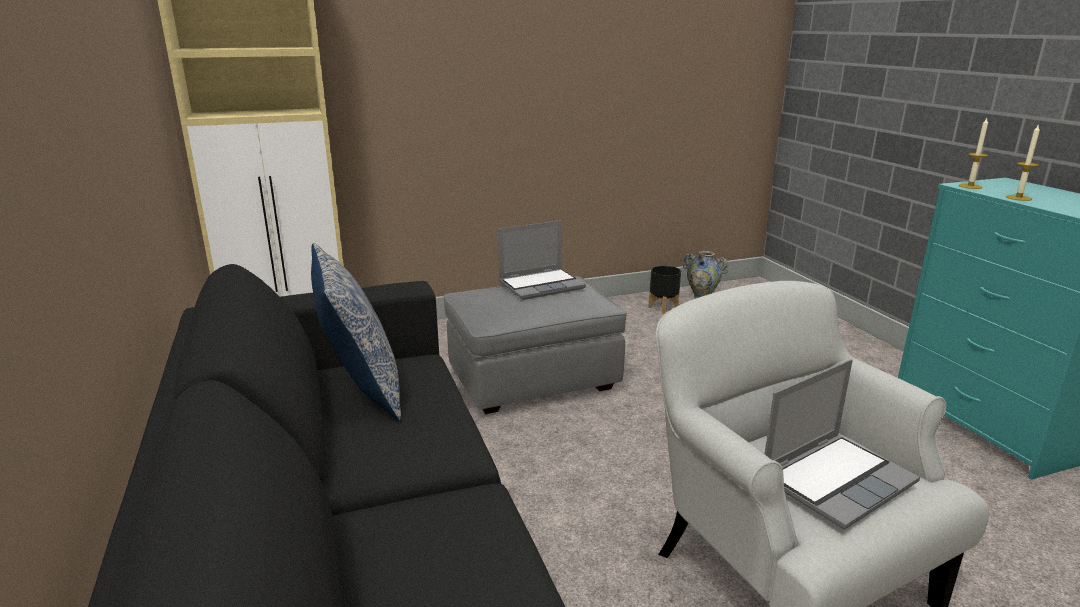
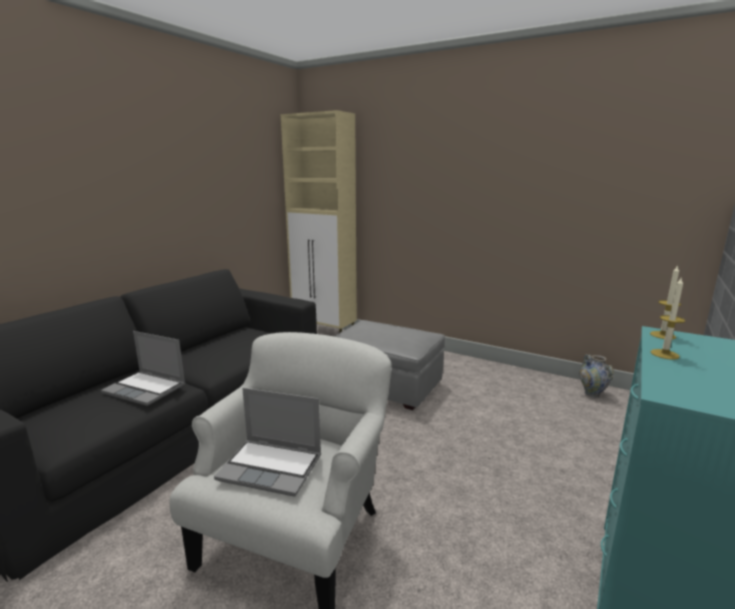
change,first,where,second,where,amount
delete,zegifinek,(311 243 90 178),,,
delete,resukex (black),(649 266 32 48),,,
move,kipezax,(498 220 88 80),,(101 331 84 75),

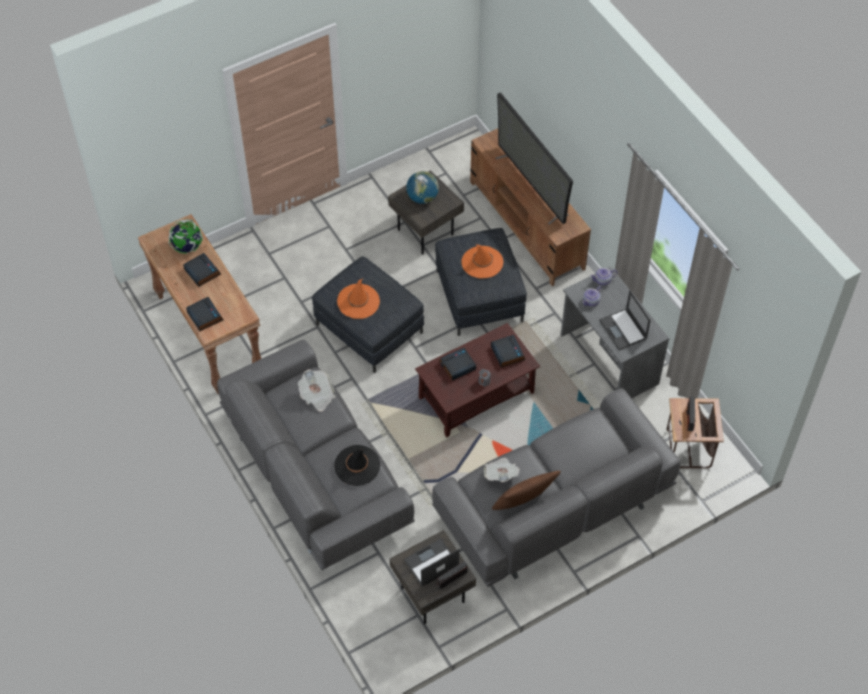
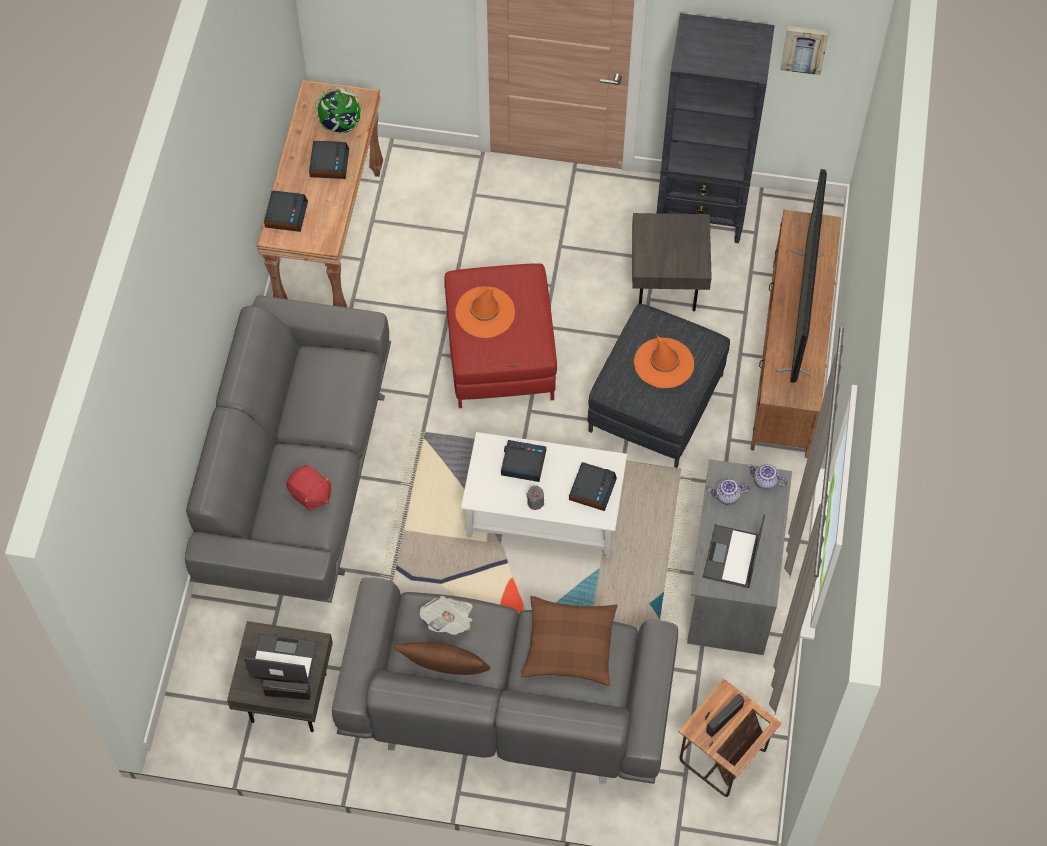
change,first,where,second,where,amount
delete,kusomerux,(298 369 38 43),,,
delete,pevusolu,(406 171 33 33),,,
insert,,,zegifinek (brown),(521 596 96 90),
insert,,,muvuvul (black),(657 13 118 230),
insert,,,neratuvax,(780 26 49 49),
replace,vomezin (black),(334 445 46 41),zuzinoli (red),(286 465 45 46),
recolor,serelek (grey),(312 256 112 117),serelek (red),(444 263 113 145),
recolor,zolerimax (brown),(415 323 125 114),zolerimax (white),(461 432 166 126),

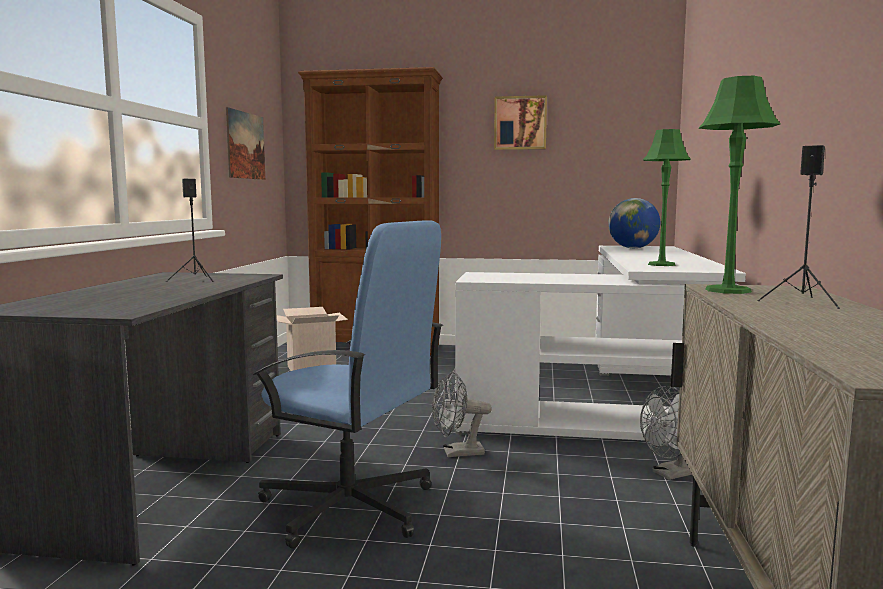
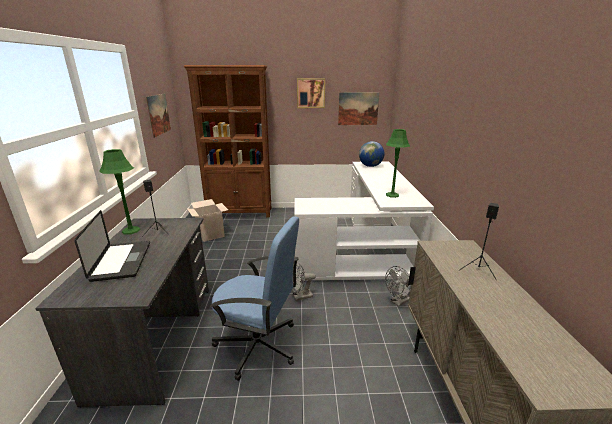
change,first,where,second,where,amount
insert,,,kipezax,(74 210 76 72),
insert,,,neratuvax,(338 92 42 33),
move,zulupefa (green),(698 76 83 218),,(99 149 42 86),

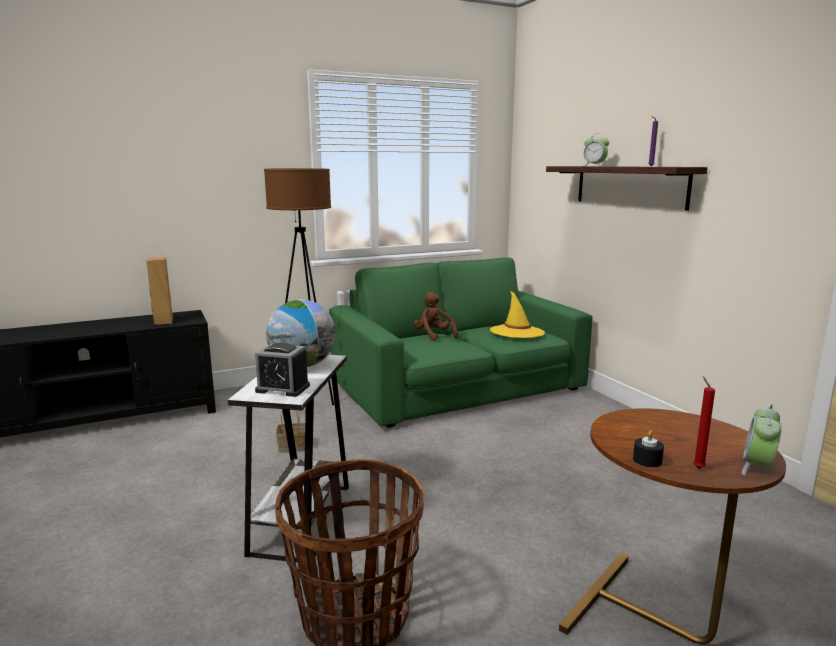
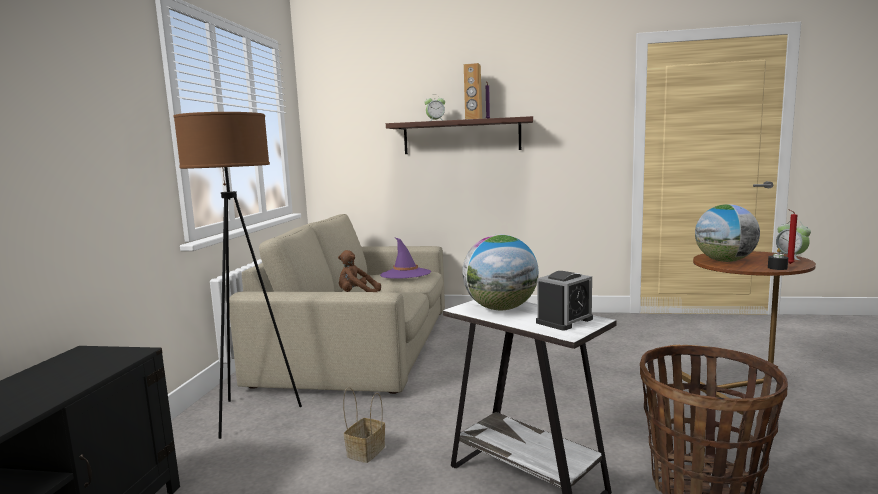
change,first,where,second,where,amount
insert,,,pevusolu,(695 204 65 58),
move,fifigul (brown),(147 257 26 68),,(464 63 18 56),
recolor,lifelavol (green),(329 257 263 170),lifelavol (beige),(229 214 216 180),
recolor,vomezin (yellow),(490 291 55 47),vomezin (purple),(380 238 51 41),

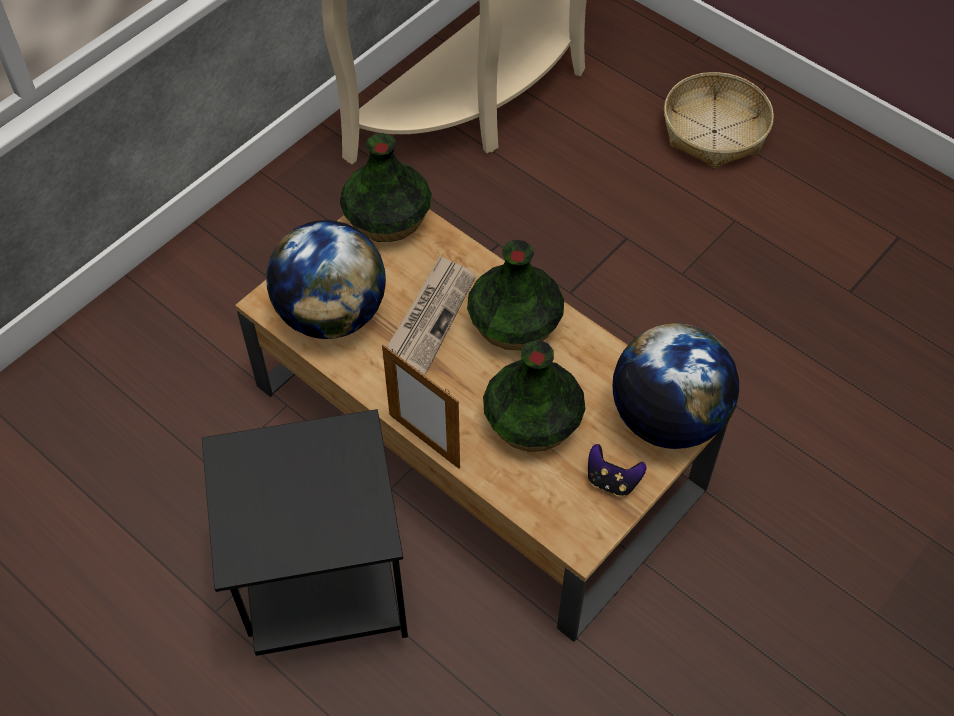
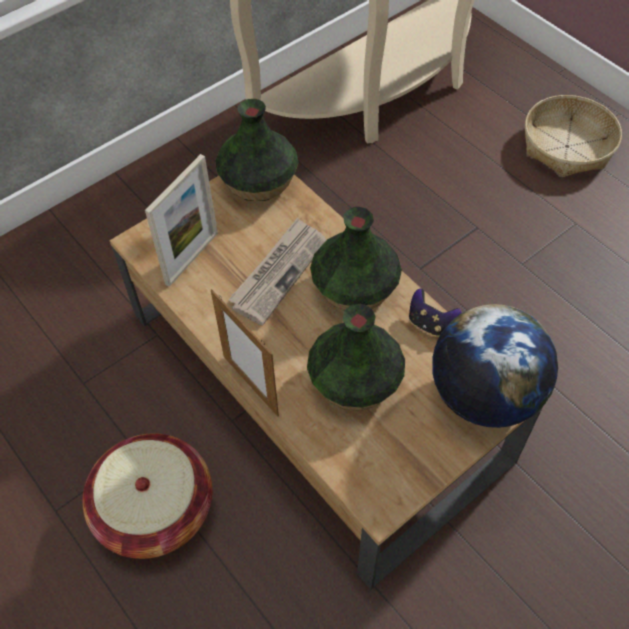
change,first,where,second,where,amount
move,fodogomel,(588 444 58 53),,(409 288 53 49),
replace,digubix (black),(202 409 206 247),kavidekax,(82 433 130 126),
replace,pevusolu,(267 220 119 119),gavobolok,(145 154 73 133),

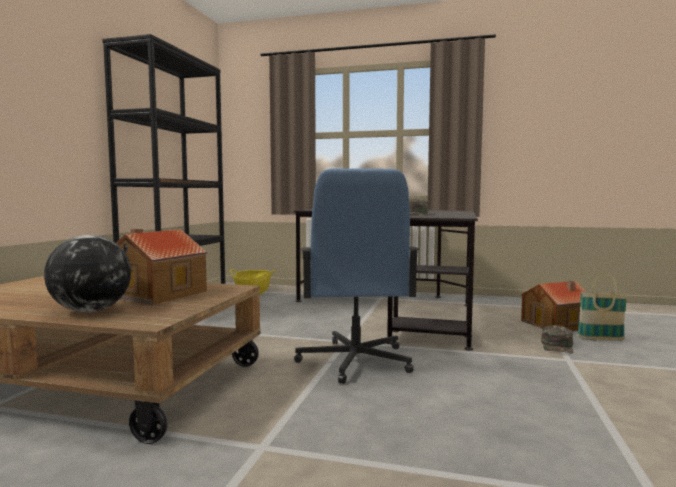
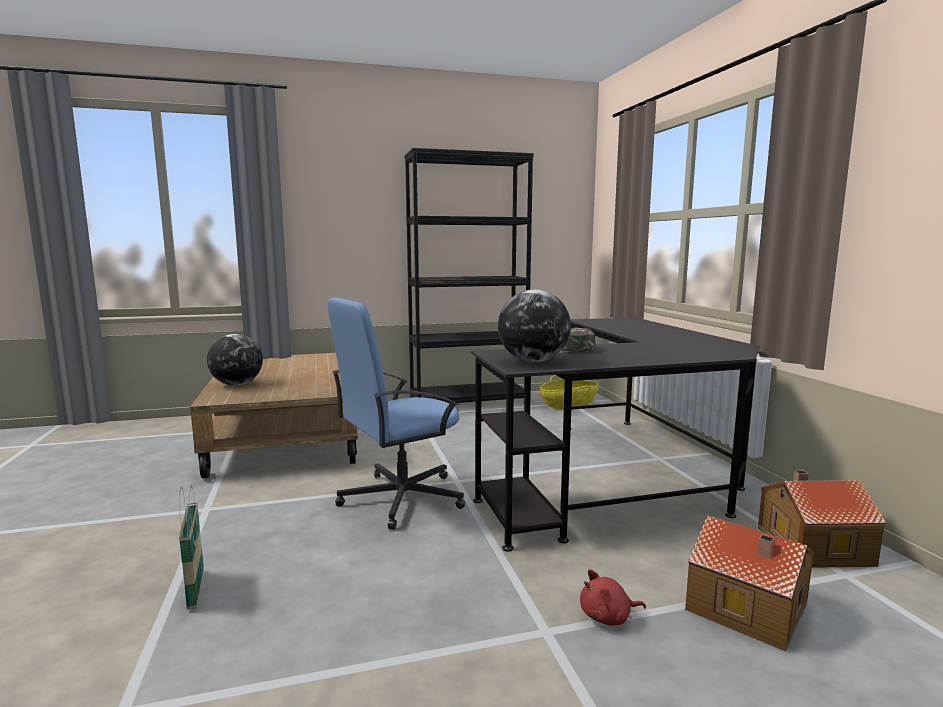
change,first,where,second,where,amount
insert,,,pevusolu,(498 290 73 72),
move,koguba,(116 229 91 76),,(758 471 128 97),
move,kavidekax,(577 274 51 67),,(179 485 25 125),
replace,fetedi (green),(541 325 32 28),zuzinoli (red),(580 569 66 57),

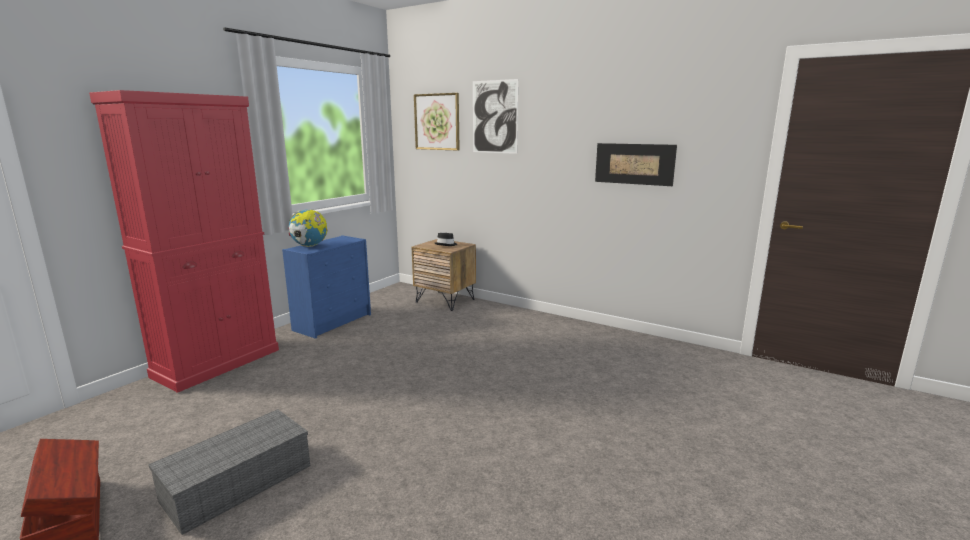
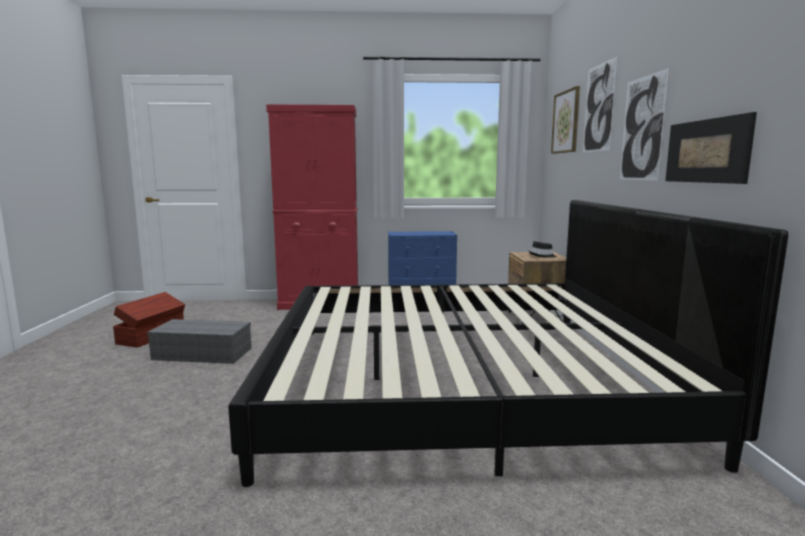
change,first,where,second,where,amount
delete,pevusolu,(288 210 39 37),,,
insert,,,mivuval,(228 200 560 287),
insert,,,neratuvax,(620 68 50 113),

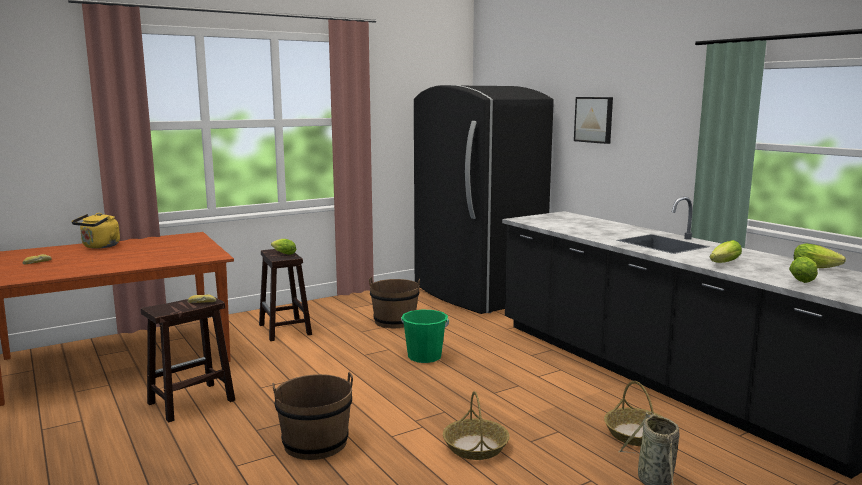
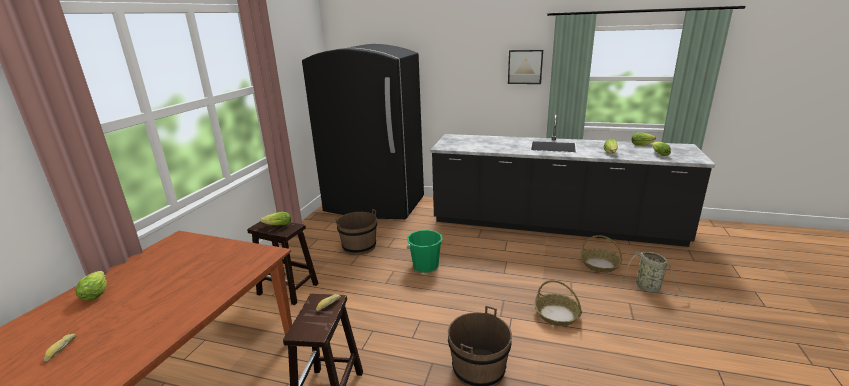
change,first,where,second,where,amount
move,neratuvax,(574 97 39 47),,(508 50 35 34),
replace,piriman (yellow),(71 213 49 36),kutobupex,(75 271 32 30),

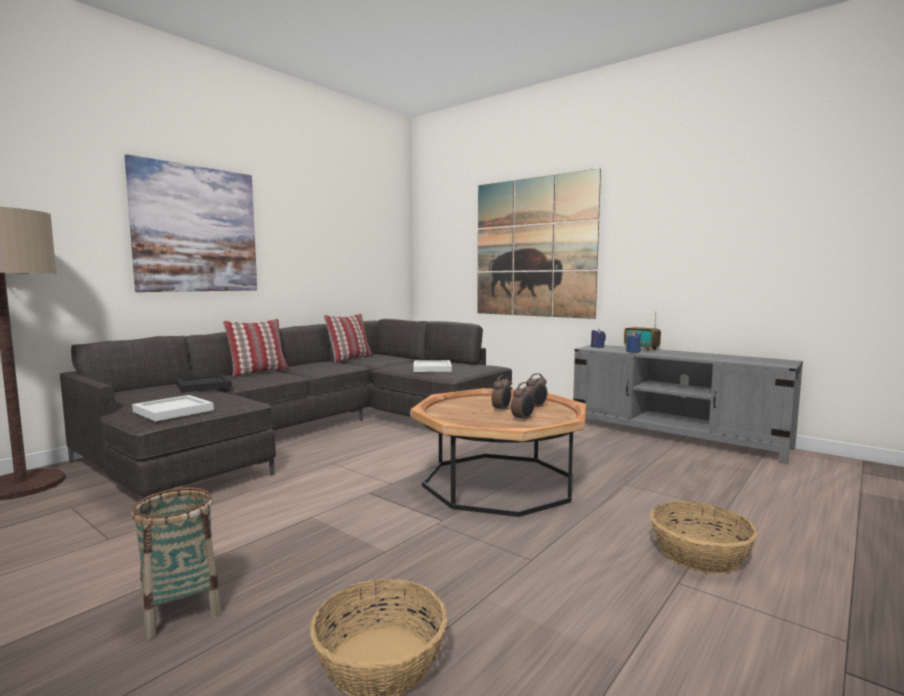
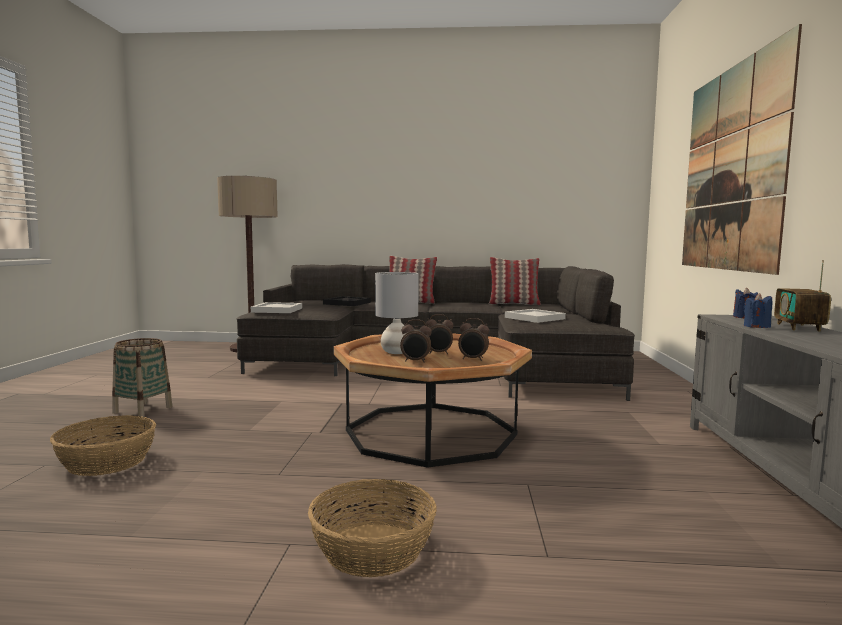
change,first,where,second,where,amount
delete,neratuvax,(124 154 133 138),,,
insert,,,zulupefa (grey),(375 272 44 82),

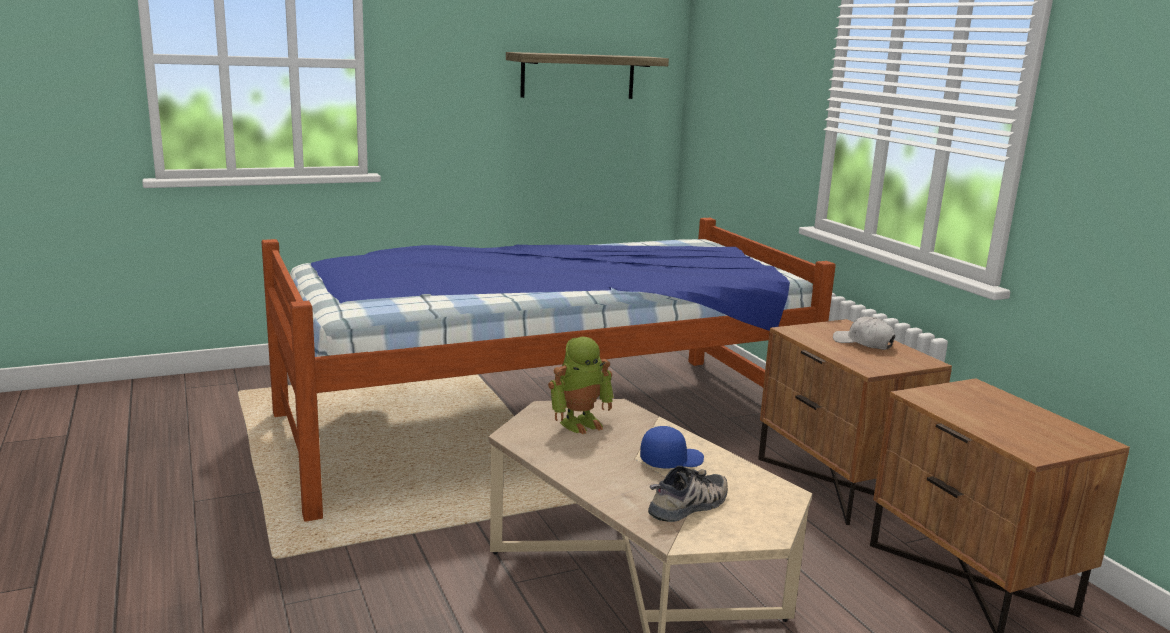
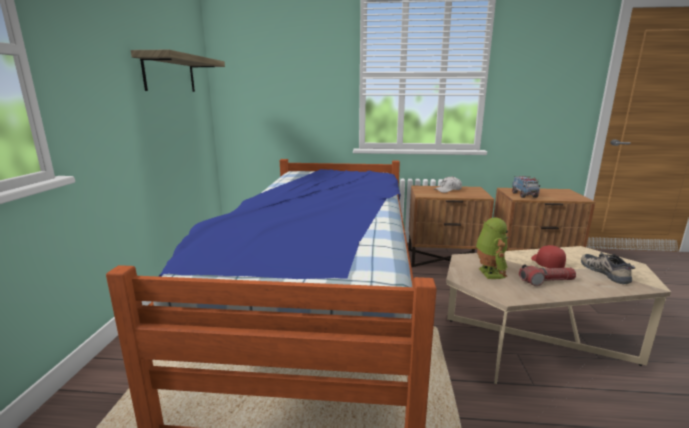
change,first,where,second,where,amount
insert,,,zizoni,(512 176 28 22),
insert,,,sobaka,(519 264 57 22),
recolor,fetedi (blue),(640 426 64 43),fetedi (red),(531 245 35 23),

